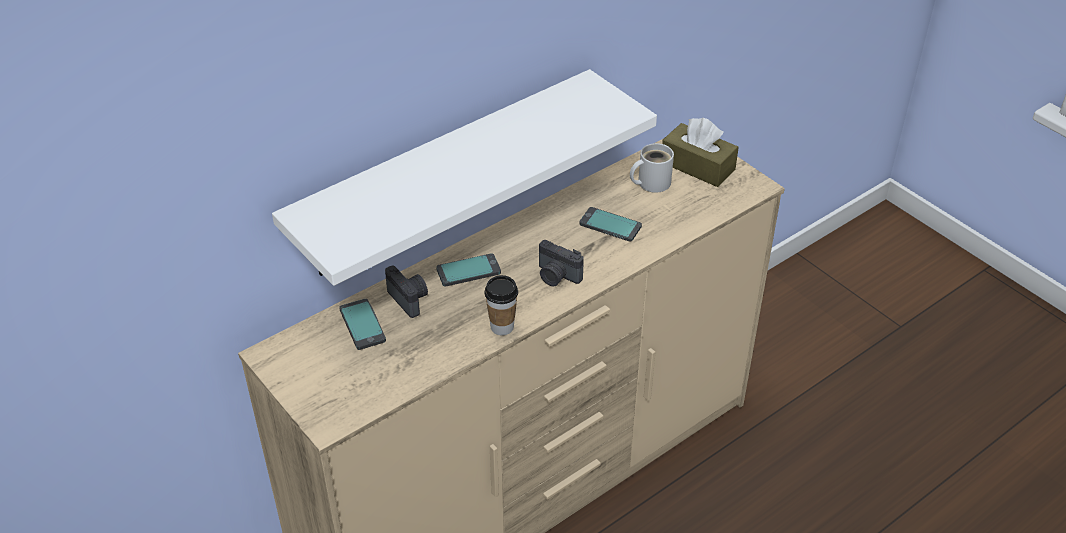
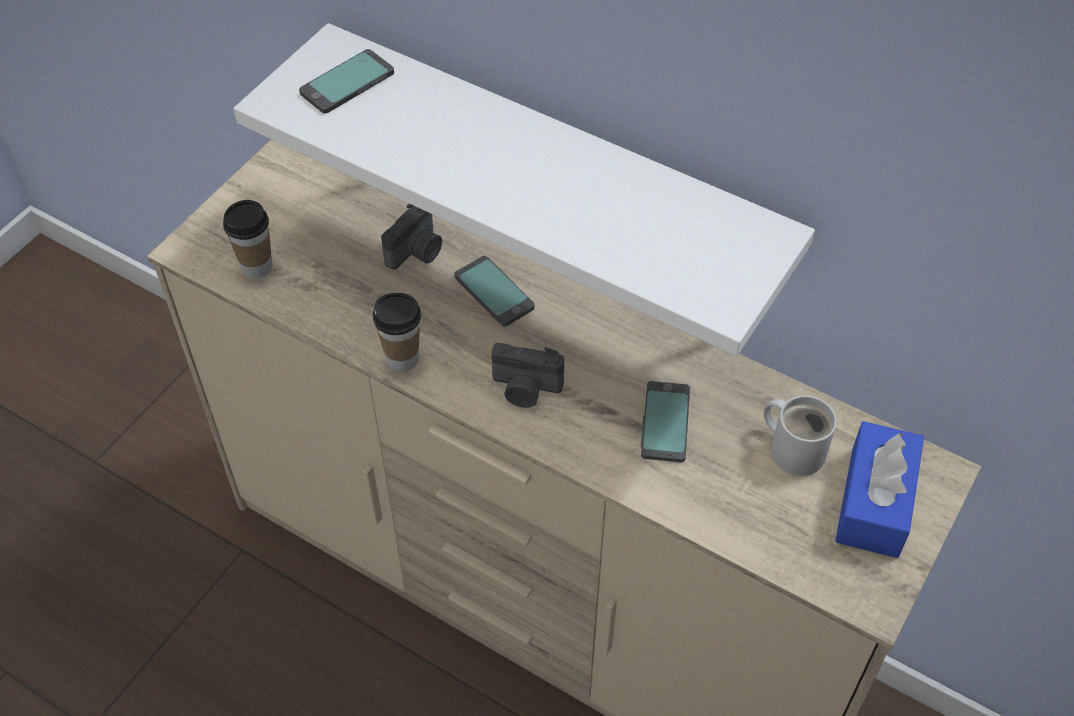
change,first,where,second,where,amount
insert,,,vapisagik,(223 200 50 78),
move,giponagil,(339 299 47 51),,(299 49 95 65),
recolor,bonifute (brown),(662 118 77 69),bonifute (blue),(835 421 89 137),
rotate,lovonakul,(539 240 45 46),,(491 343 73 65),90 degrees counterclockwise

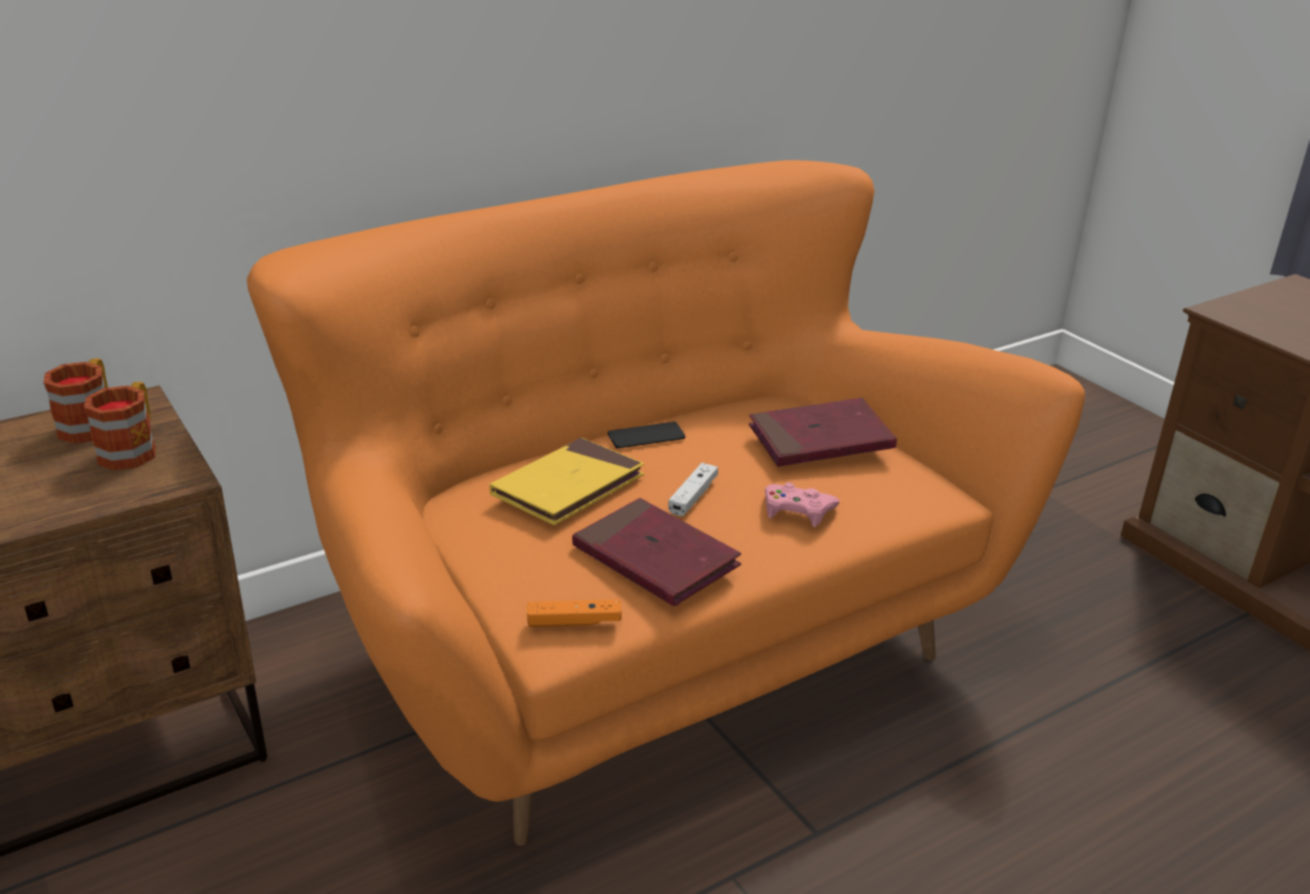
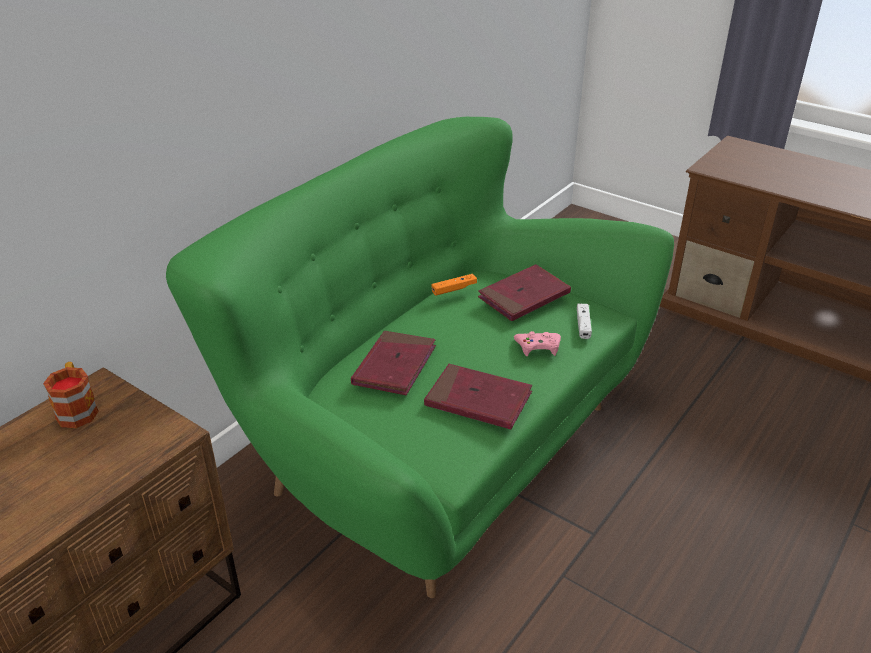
change,first,where,second,where,amount
delete,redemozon,(84 382 72 89),,,
delete,giponagil,(608 422 77 26),,,
move,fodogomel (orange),(527 599 94 28),,(431 274 46 22),
move,fodogomel (white),(668 463 50 53),,(577 303 15 36),
recolor,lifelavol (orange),(247 160 838 686),lifelavol (green),(166 117 508 481),
recolor,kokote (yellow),(490 437 154 88),kokote (red),(351 331 85 64),

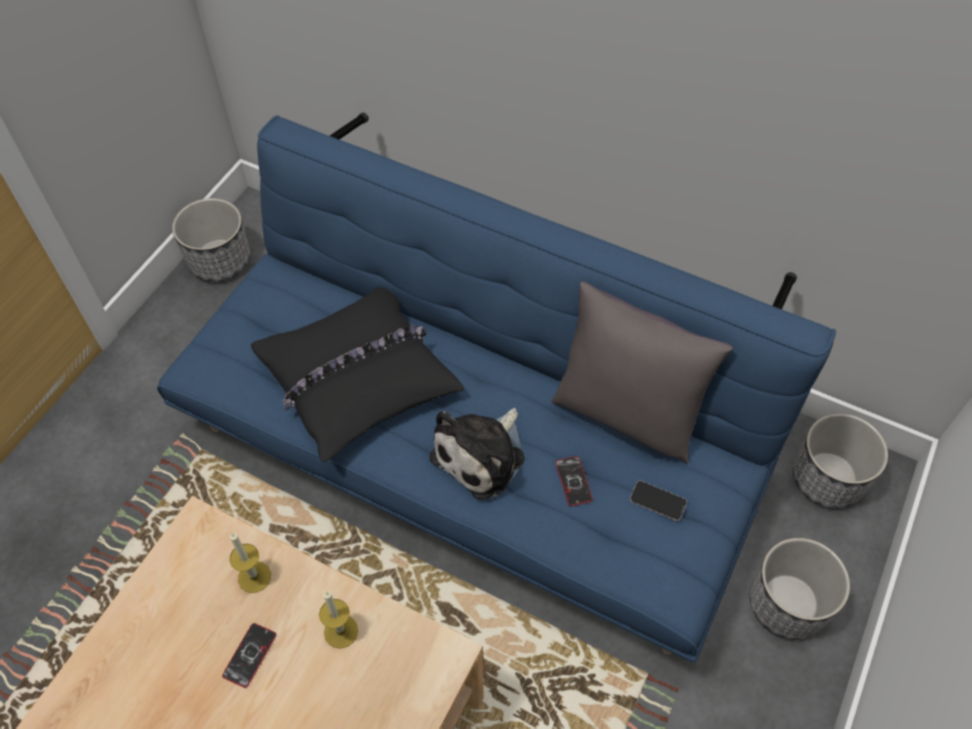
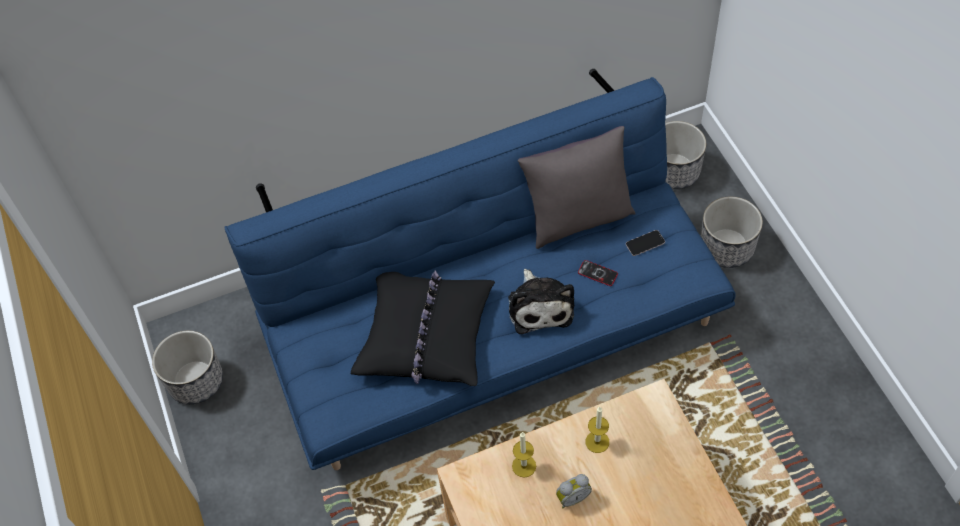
change,first,where,second,where,amount
replace,giponagil,(222 623 54 65),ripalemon,(556 474 36 34),

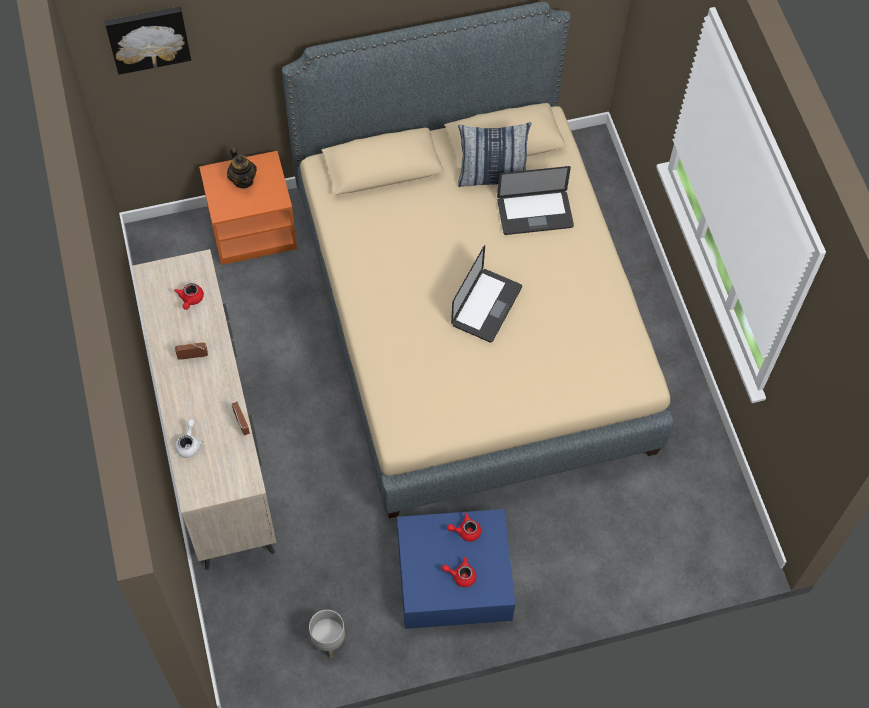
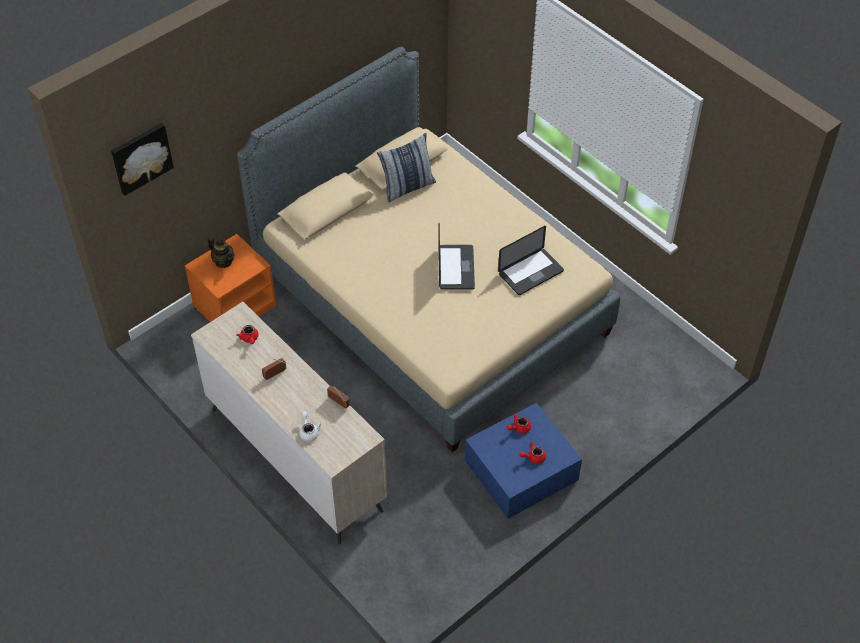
change,first,where,second,where,amount
delete,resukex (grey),(309 610 37 48),,,
move,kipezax,(497 166 77 69),,(498 226 66 69),

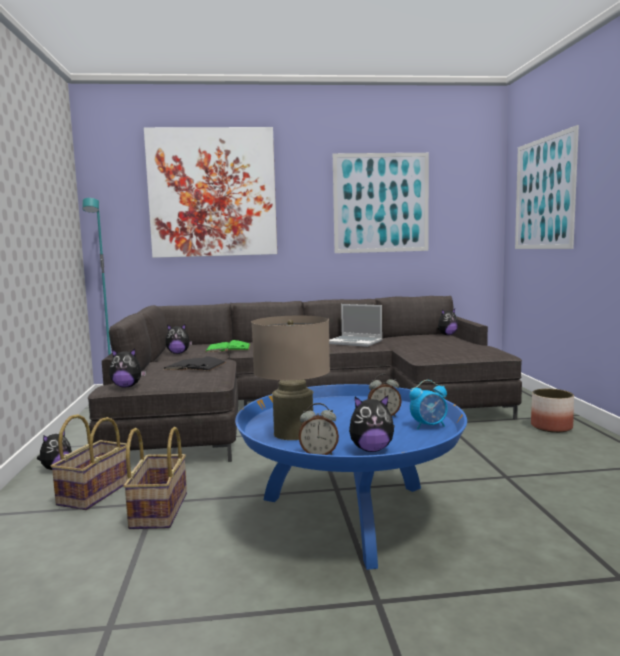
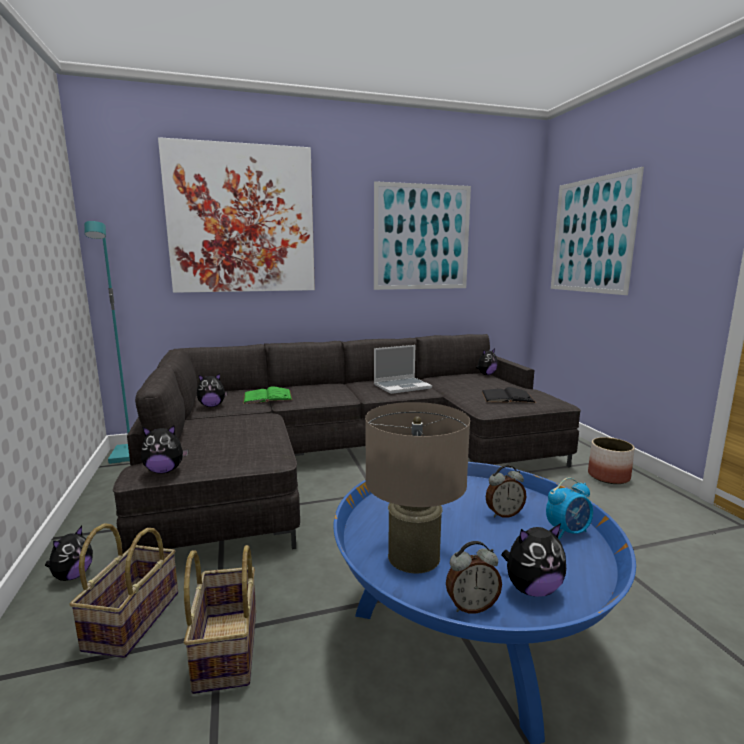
change,first,where,second,where,amount
move,kokote (black),(163 356 63 15),,(482 387 54 16),
rotate,kipezax,(329 304 53 43),,(374 345 58 49),45 degrees counterclockwise

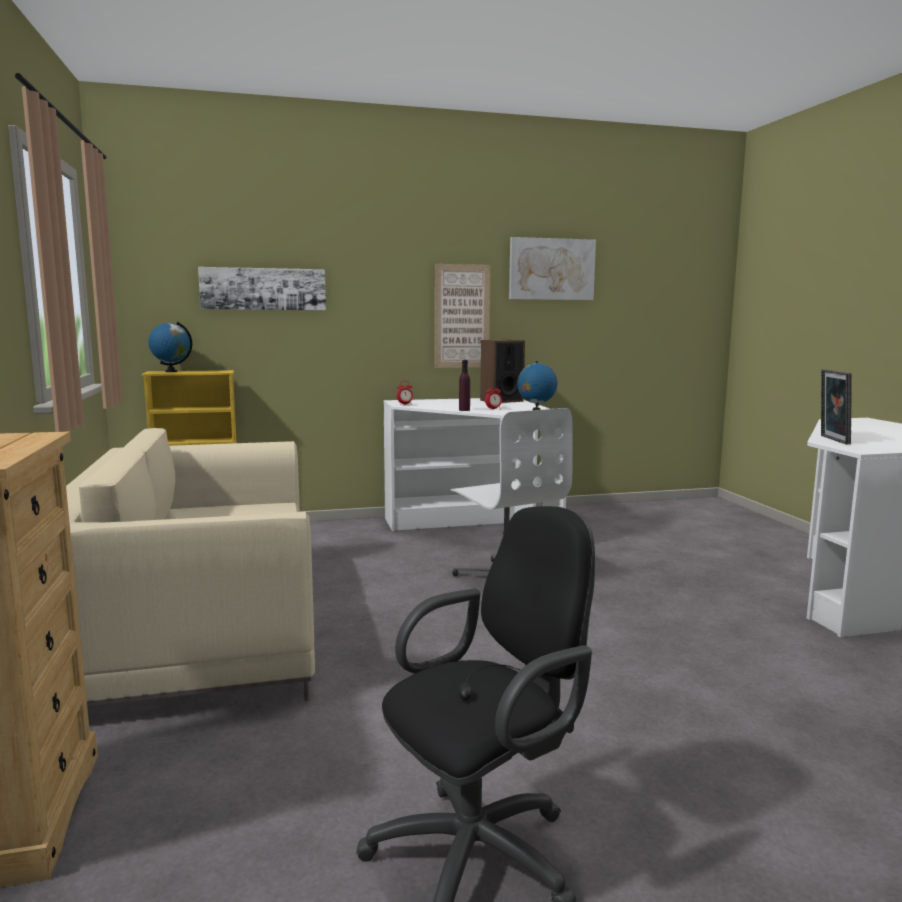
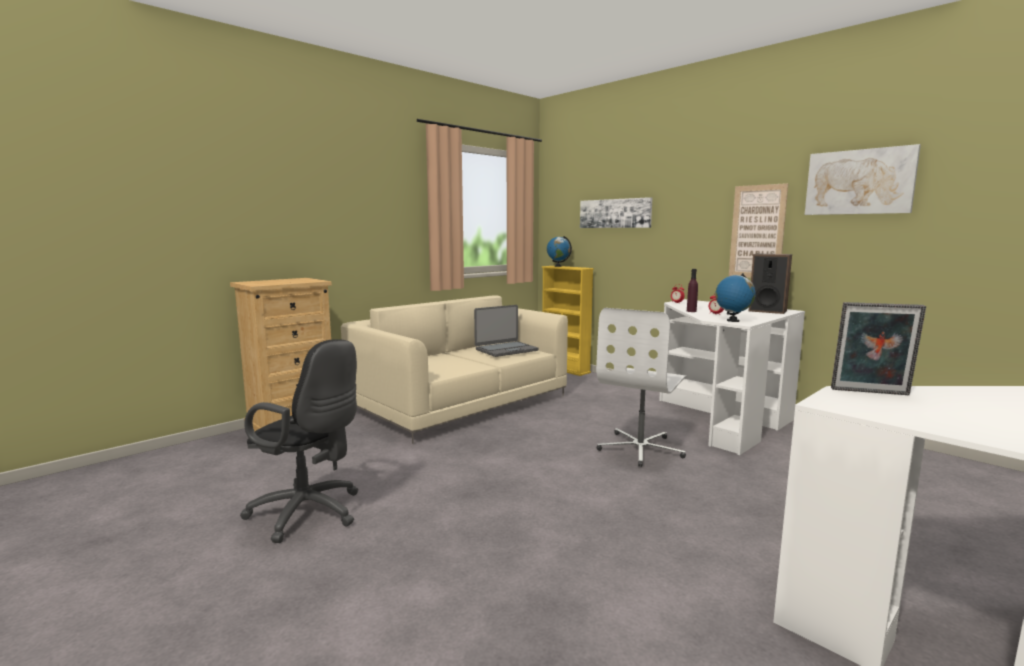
change,first,where,second,where,amount
insert,,,kipezax,(474 305 64 52),
rotate,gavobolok,(821 369 31 76),,(831 302 95 93),135 degrees counterclockwise

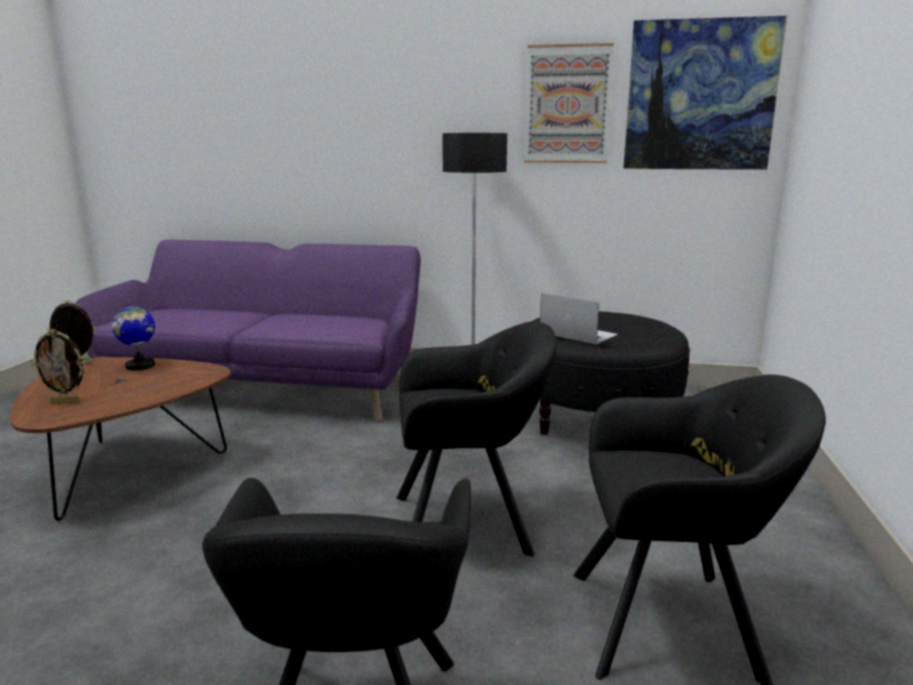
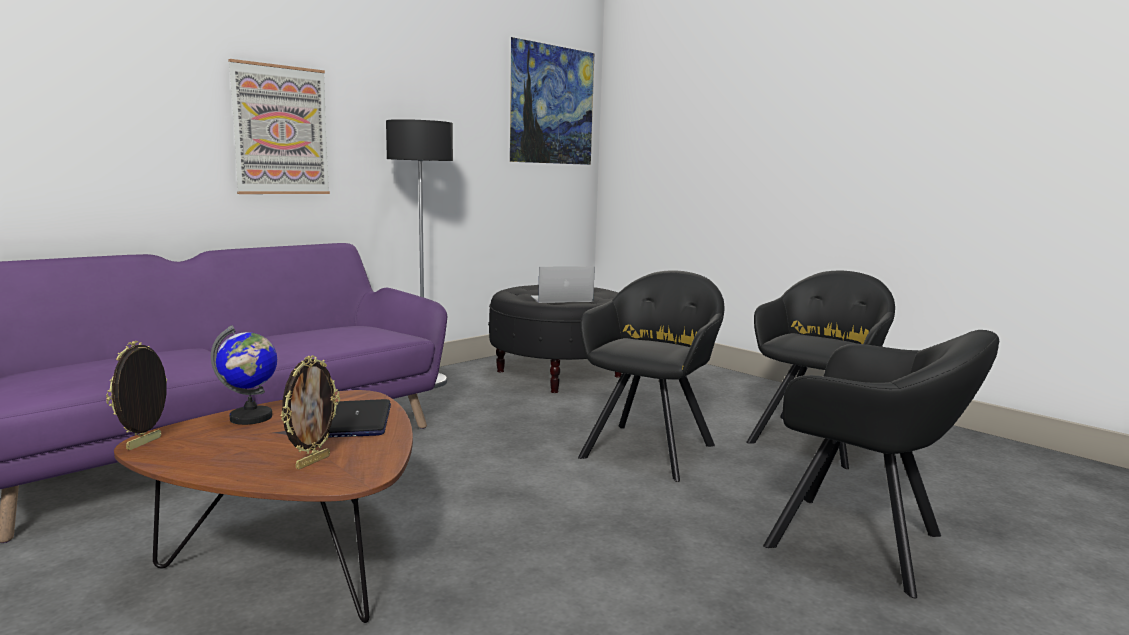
change,first,where,second,where,amount
insert,,,kipezax,(328 399 63 39),
move,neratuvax,(524 43 90 120),,(228 59 102 135),

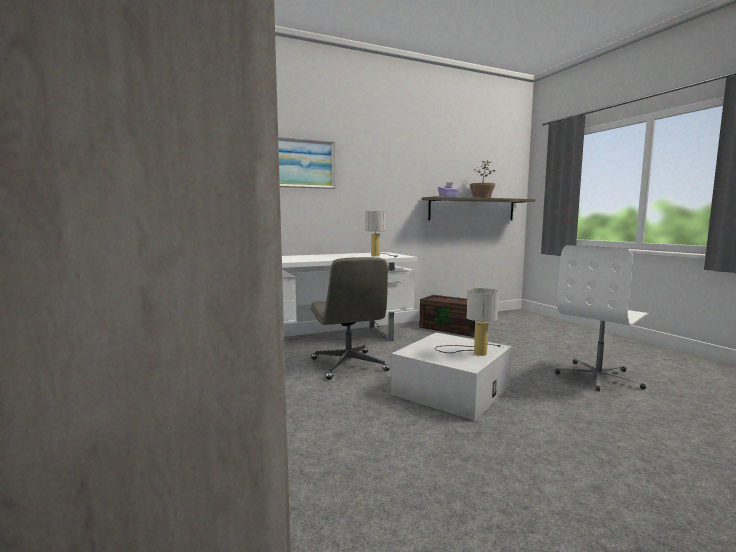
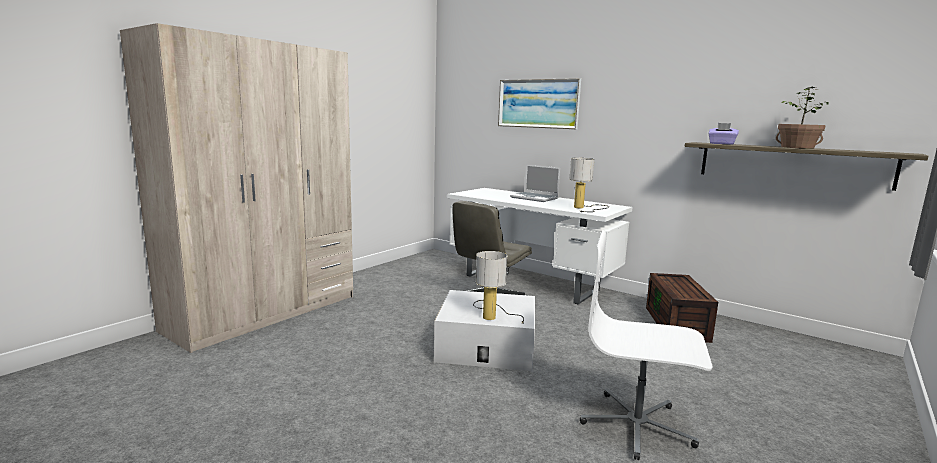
change,first,where,second,where,amount
insert,,,kipezax,(510 164 50 38),

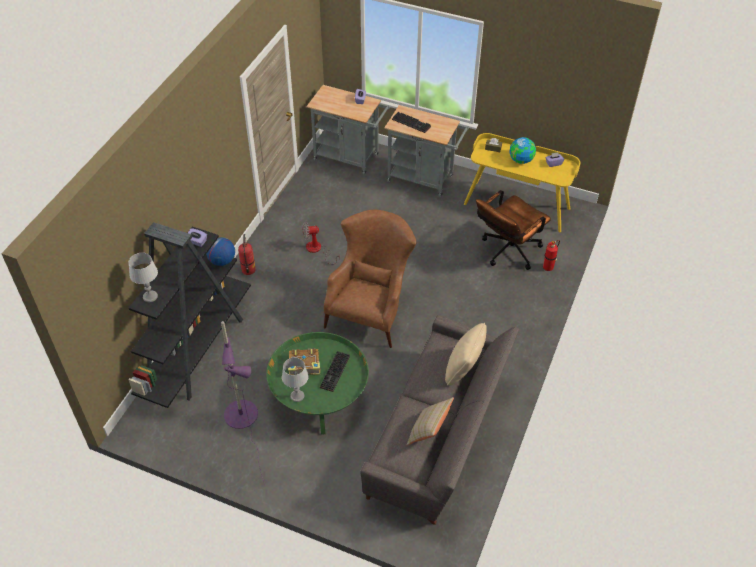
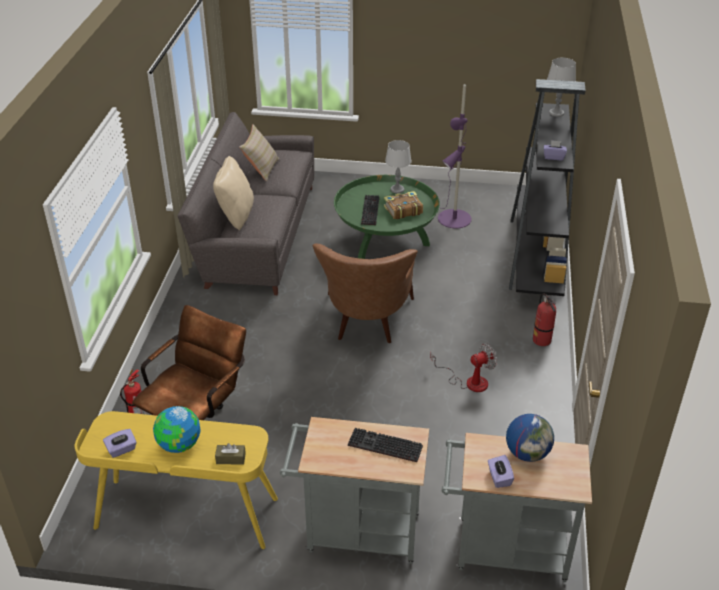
change,first,where,second,where,amount
move,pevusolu,(206 237 29 29),,(506 414 48 48),

